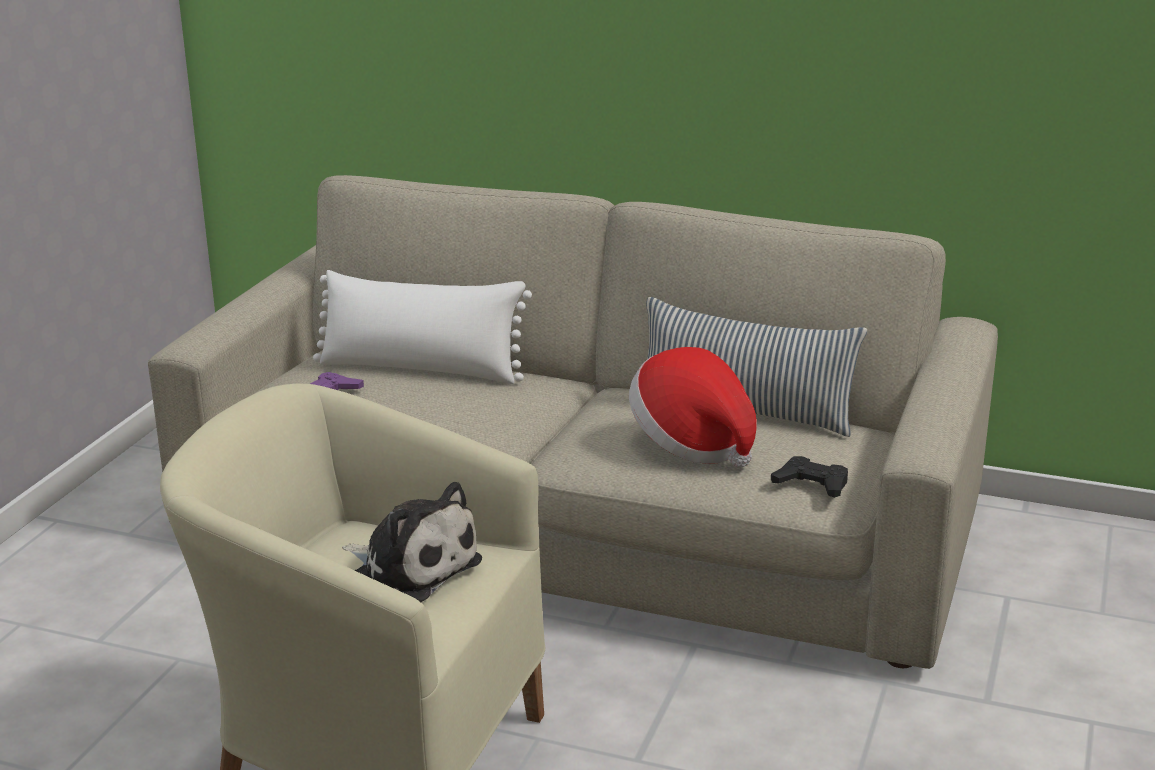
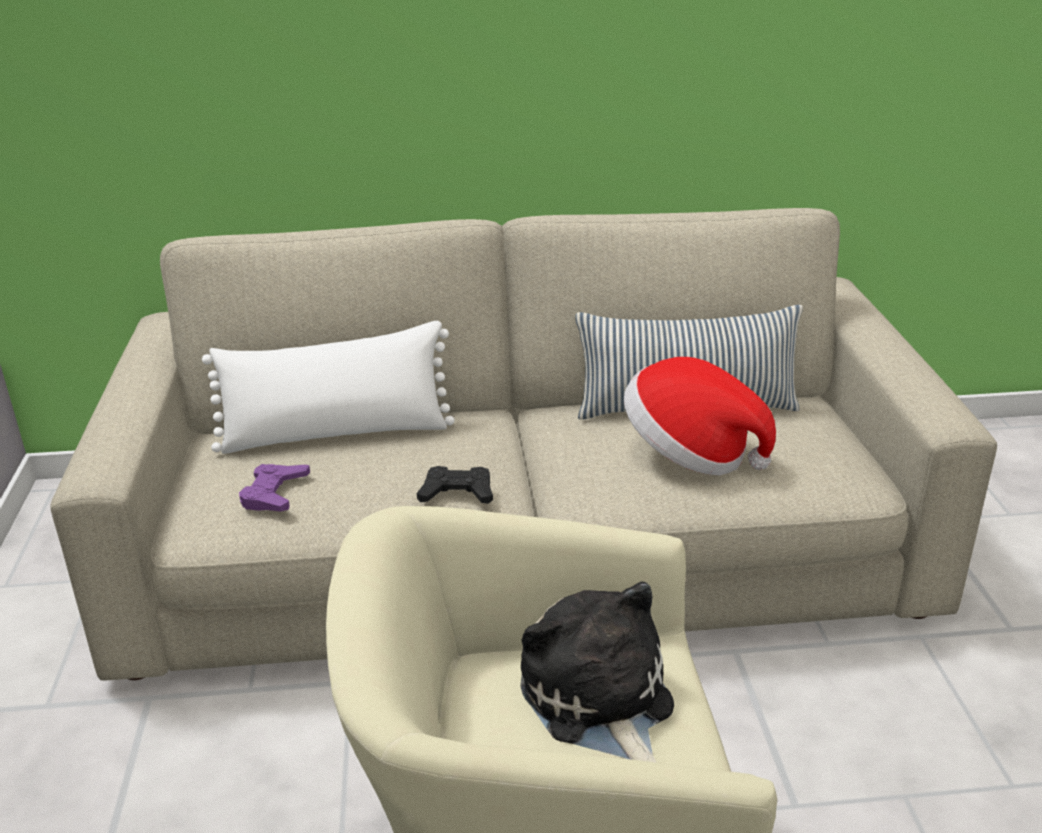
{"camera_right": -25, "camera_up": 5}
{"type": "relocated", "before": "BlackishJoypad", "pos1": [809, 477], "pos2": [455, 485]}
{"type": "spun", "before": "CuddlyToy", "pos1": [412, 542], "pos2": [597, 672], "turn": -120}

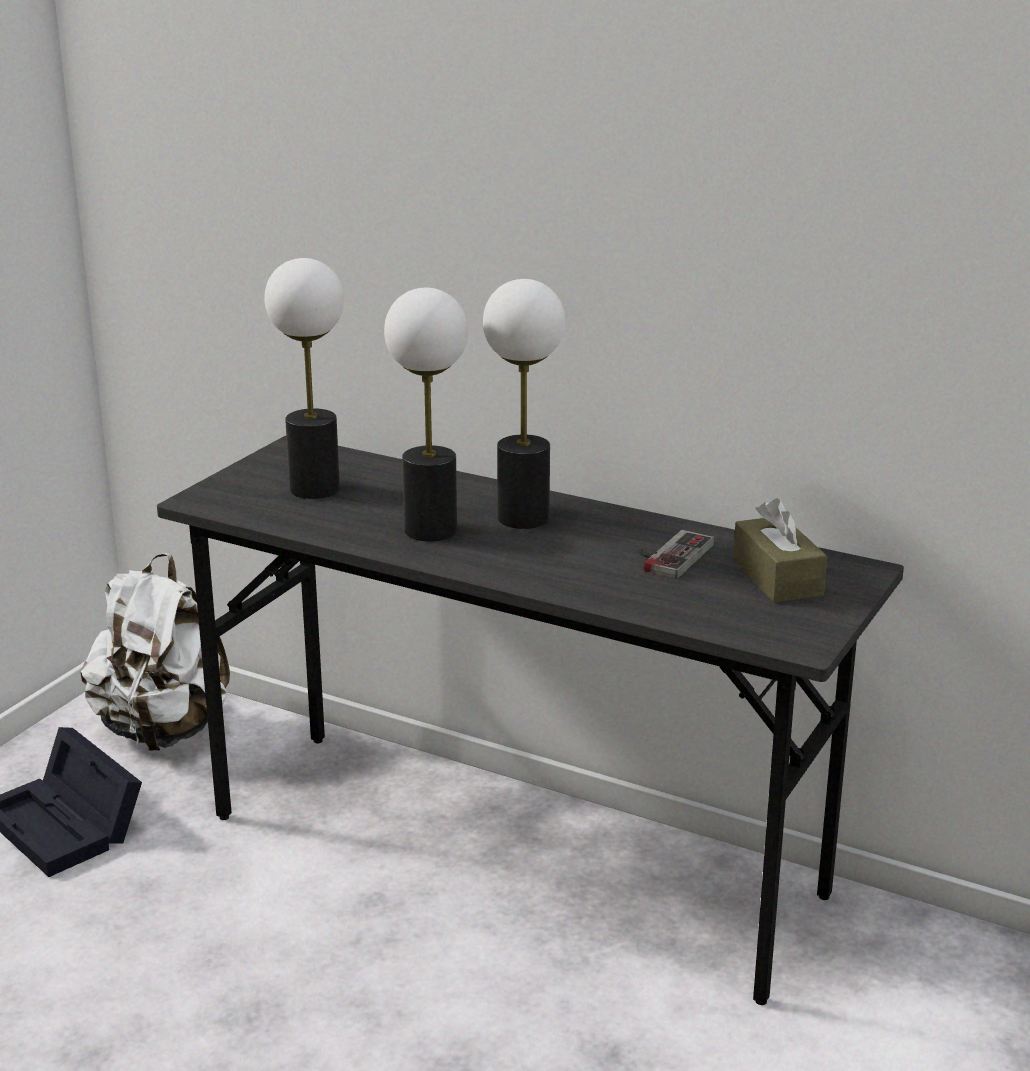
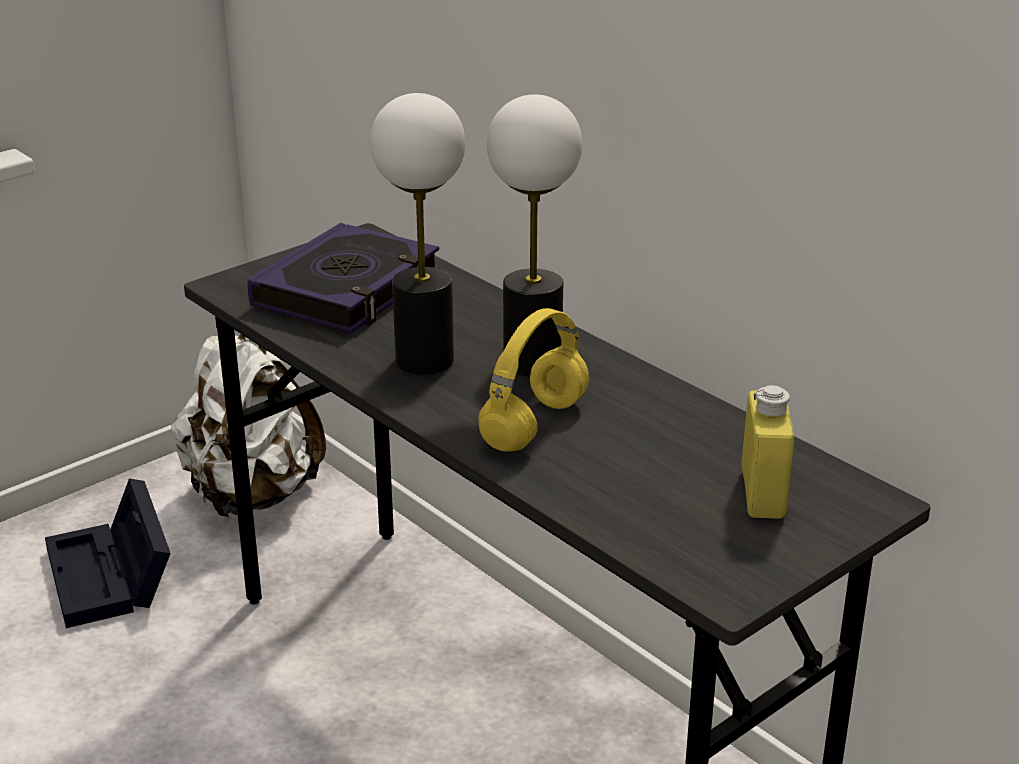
{"camera_right": 20, "camera_up": 5}
{"type": "exchanged", "before": "TabletopLamp", "after": "Book", "pos1": [304, 378], "pos2": [343, 278]}
{"type": "appeared", "after": "YellowHeadset", "pos2": [534, 380]}
{"type": "exchanged", "before": "BrownishTissueHolder", "after": "YellowBeverageBottle", "pos1": [780, 550], "pos2": [768, 452]}
{"type": "missing", "before": "Joypad", "pos1": [677, 554]}

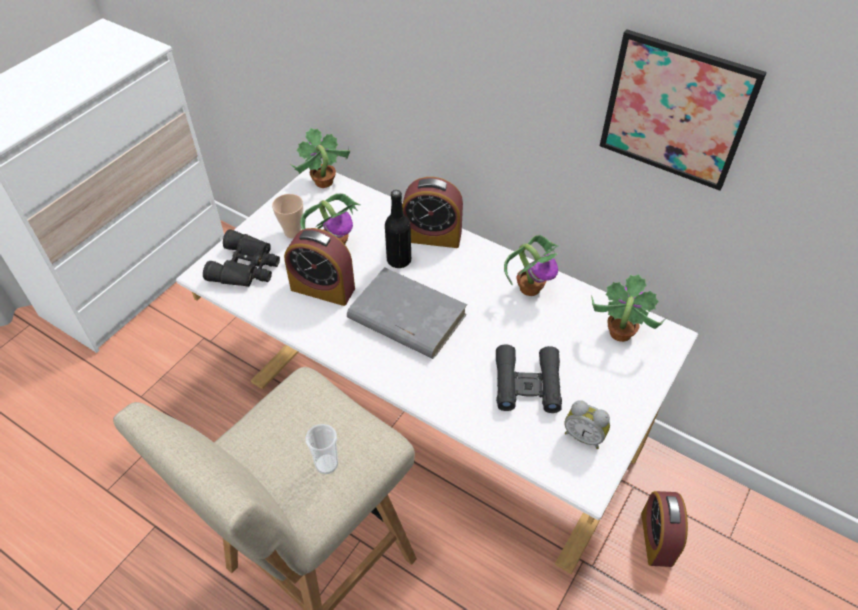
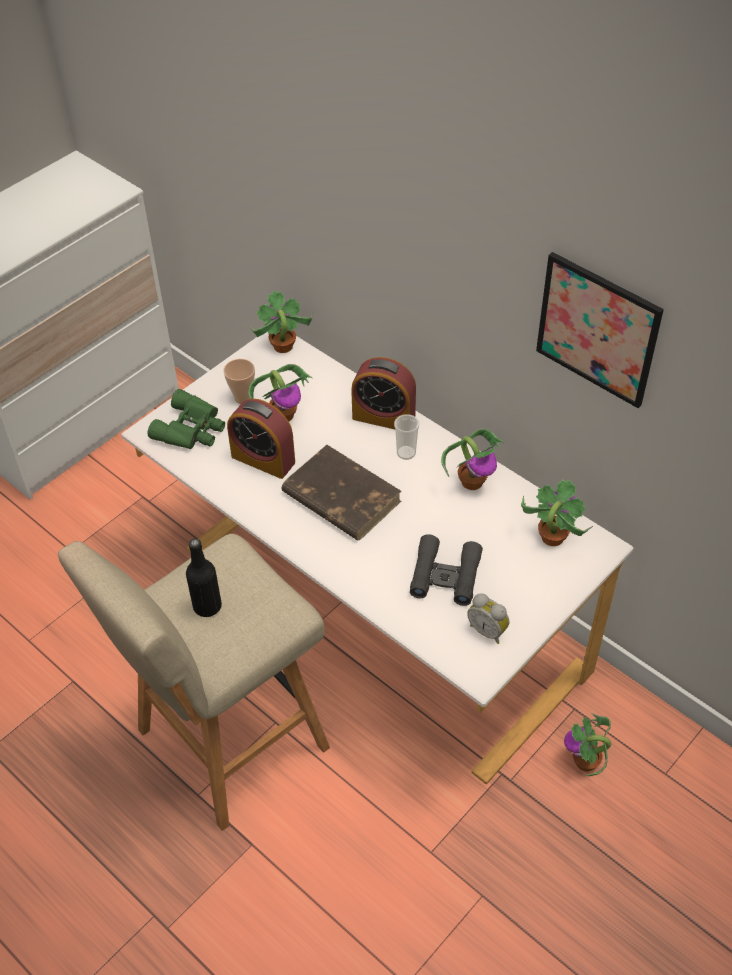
{"camera_right": 10, "camera_up": 0}
{"type": "colour", "before": "BlackishPairOfBinoculars", "after": "GreenColouredPairOfBinoculars", "pos1": [241, 258], "pos2": [186, 419]}
{"type": "relocated", "before": "BlackishBeverageBottle", "pos1": [398, 229], "pos2": [204, 578]}
{"type": "colour", "before": "GreyishBook", "after": "BrownishBook", "pos1": [407, 313], "pos2": [341, 492]}
{"type": "relocated", "before": "DrinkingCup", "pos1": [321, 449], "pos2": [406, 437]}
{"type": "exchanged", "before": "BedsideClock", "after": "PottedPlant", "pos1": [664, 529], "pos2": [587, 744]}

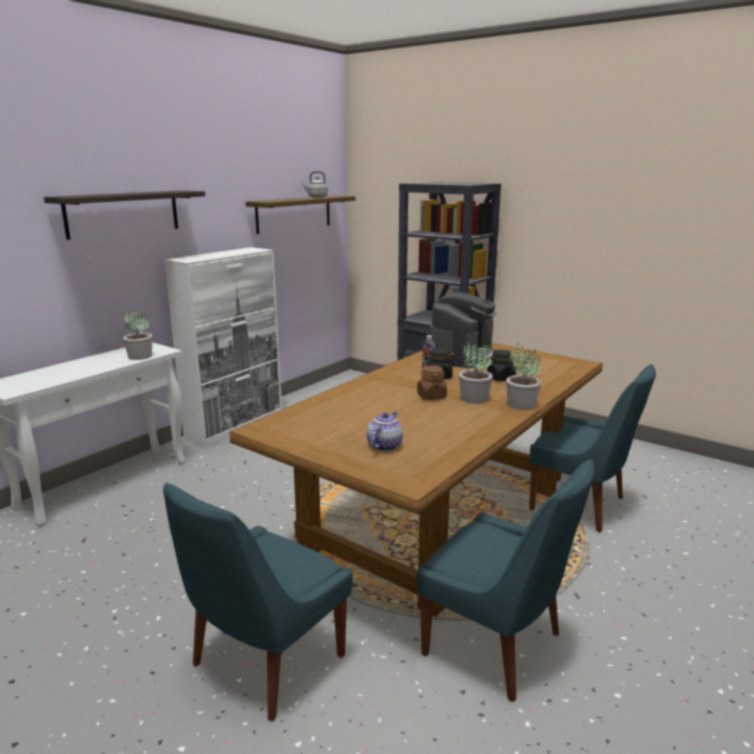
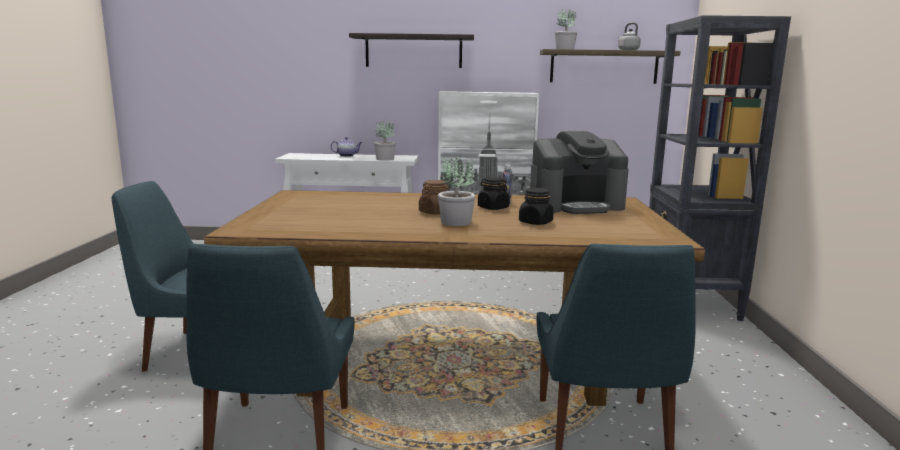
{"camera_right": 55, "camera_up": -5}
{"type": "relocated", "before": "PotForTea", "pos1": [384, 431], "pos2": [346, 147]}
{"type": "relocated", "before": "PottedPlant", "pos1": [524, 377], "pos2": [566, 29]}

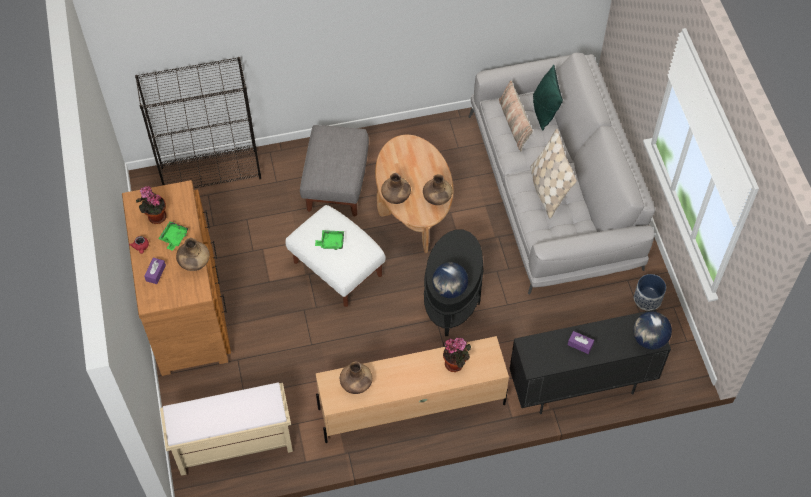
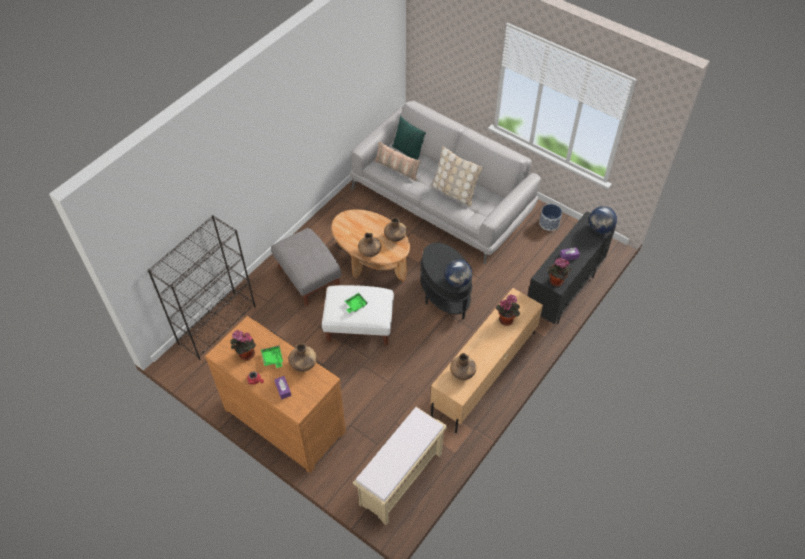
{"camera_right": -40, "camera_up": -5}
{"type": "appeared", "after": "PottedPlant", "pos2": [559, 272]}

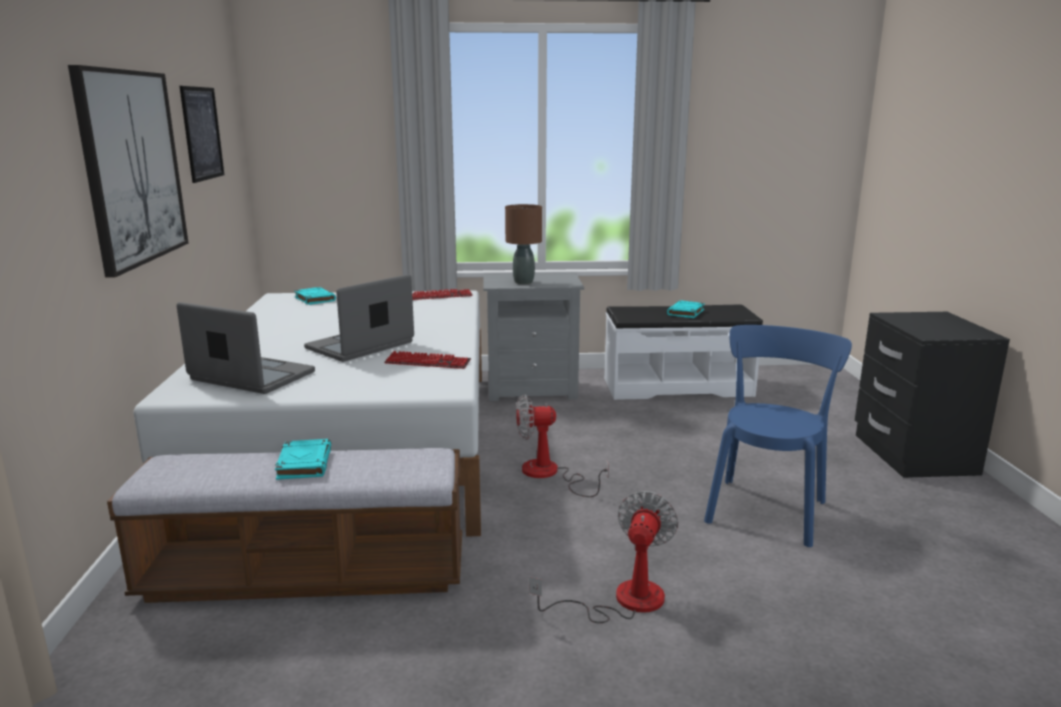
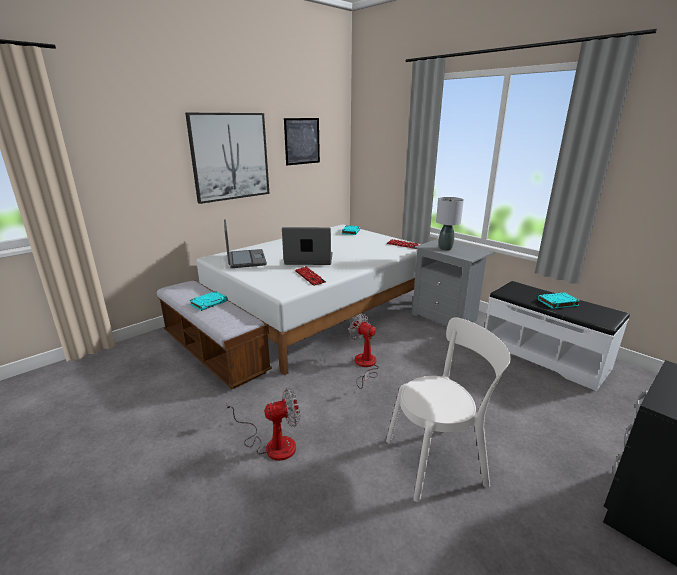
{"camera_right": 50, "camera_up": 5}
{"type": "colour", "before": "BlueColouredChair", "after": "WhiteChair", "pos1": [778, 436], "pos2": [448, 409]}
{"type": "colour", "before": "BrownishTabletopLamp", "after": "GreyishTabletopLamp", "pos1": [523, 244], "pos2": [450, 224]}

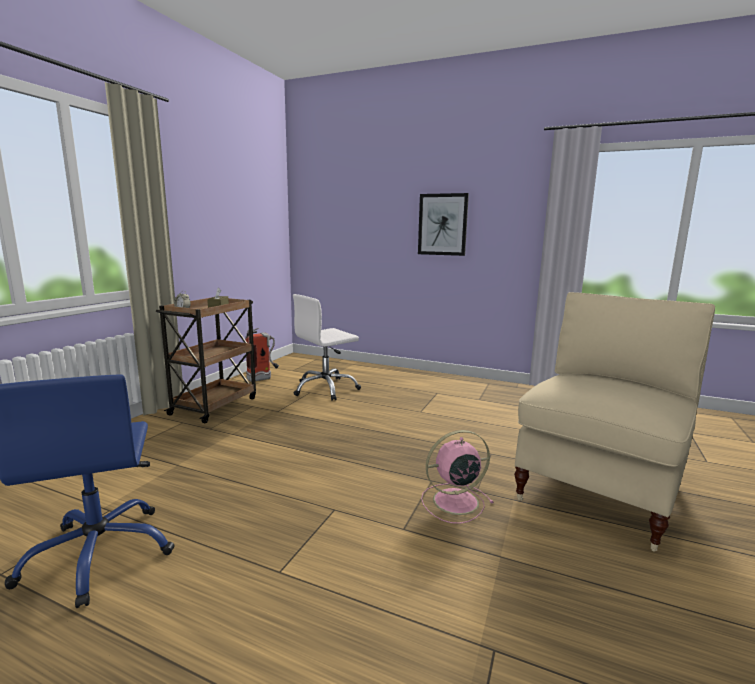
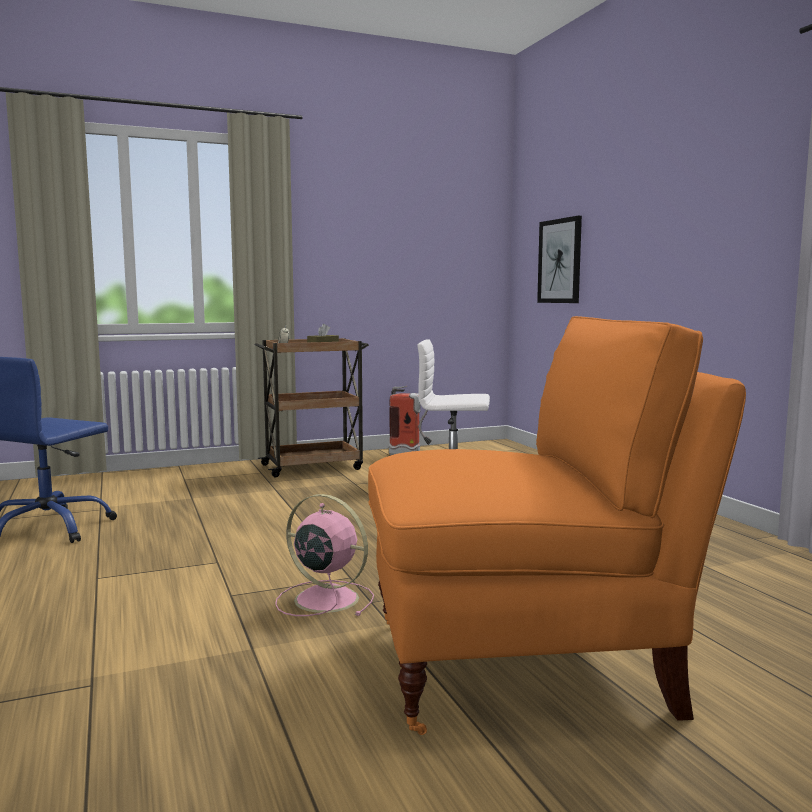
{"camera_right": 45, "camera_up": -5}
{"type": "colour", "before": "SandColouredChair", "after": "OrangeChair", "pos1": [614, 422], "pos2": [557, 525]}
{"type": "relocated", "before": "WallPicture", "pos1": [443, 224], "pos2": [559, 259]}

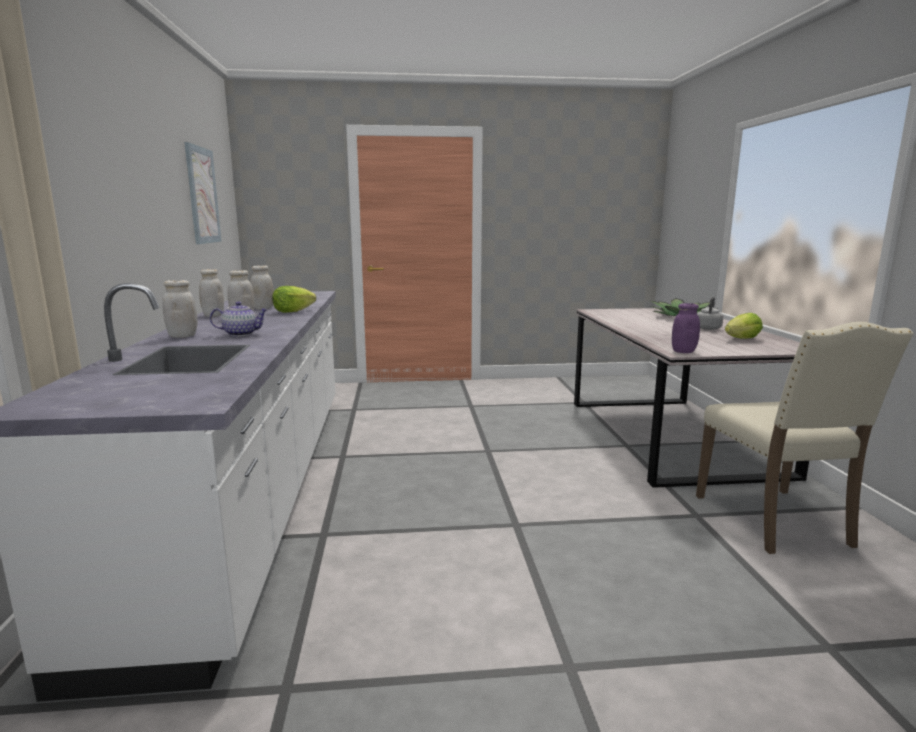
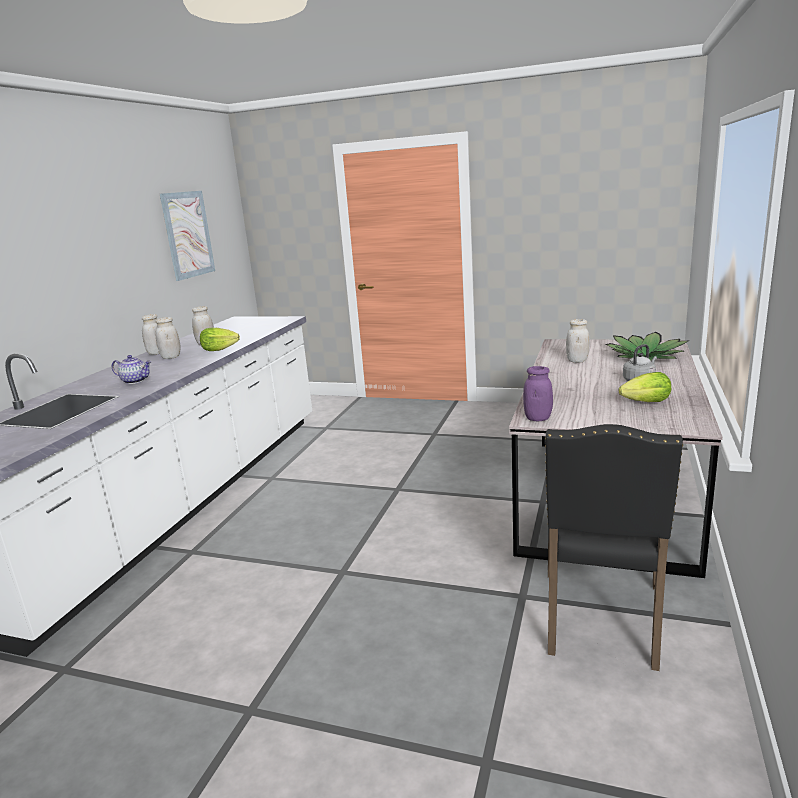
{"camera_right": 25, "camera_up": 5}
{"type": "colour", "before": "SandColouredChair", "after": "BlackishChair", "pos1": [805, 438], "pos2": [614, 547]}
{"type": "relocated", "before": "WhiteJar", "pos1": [179, 309], "pos2": [578, 341]}

